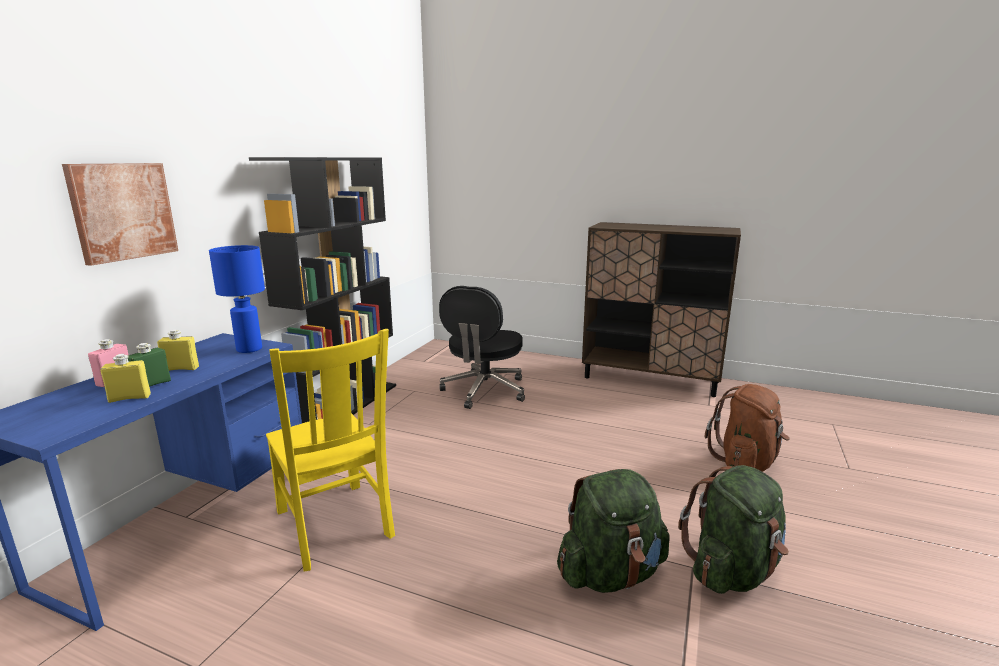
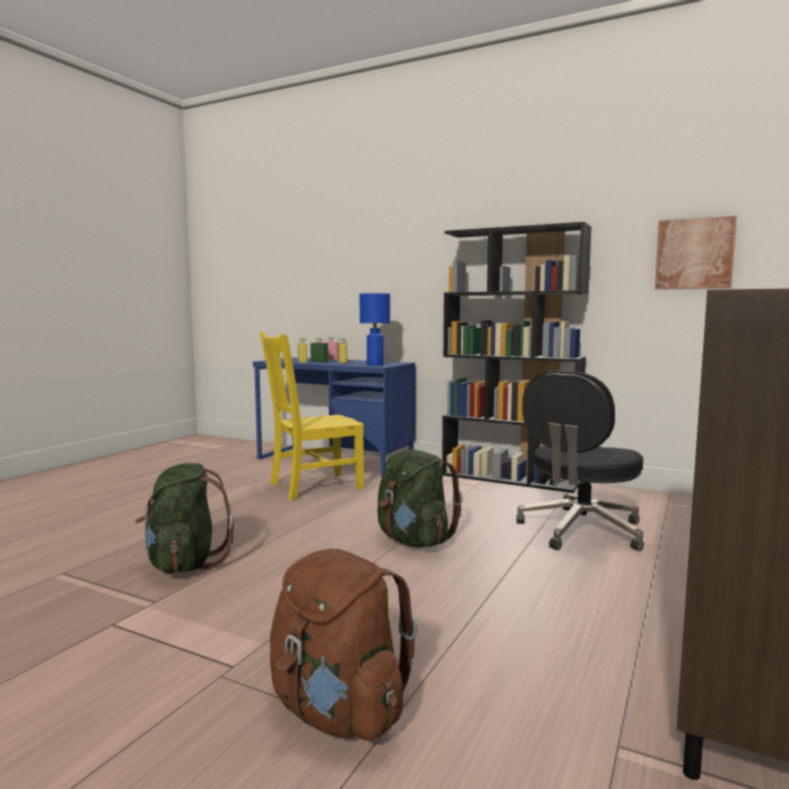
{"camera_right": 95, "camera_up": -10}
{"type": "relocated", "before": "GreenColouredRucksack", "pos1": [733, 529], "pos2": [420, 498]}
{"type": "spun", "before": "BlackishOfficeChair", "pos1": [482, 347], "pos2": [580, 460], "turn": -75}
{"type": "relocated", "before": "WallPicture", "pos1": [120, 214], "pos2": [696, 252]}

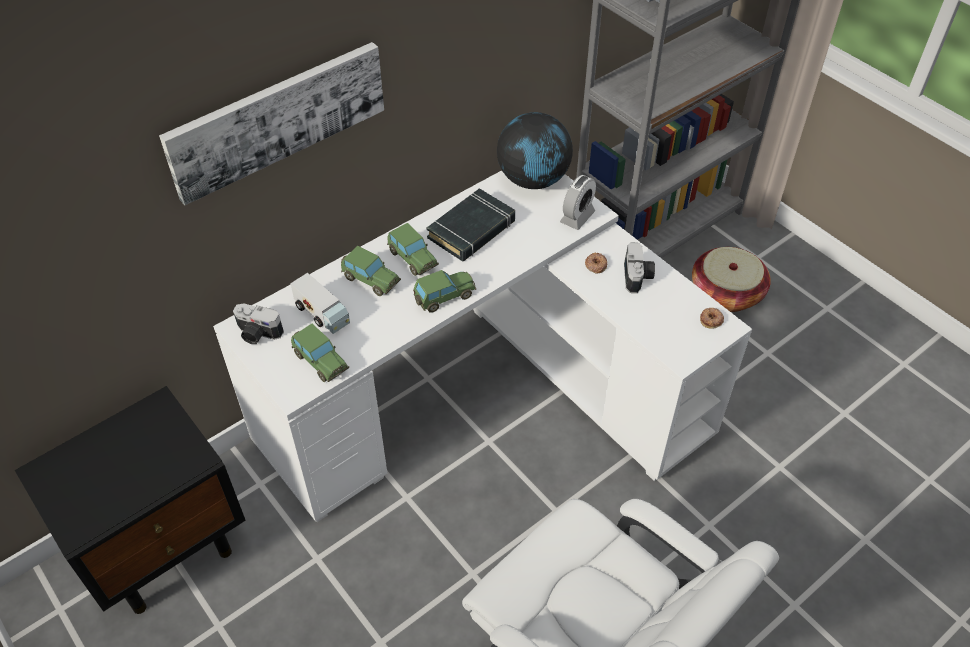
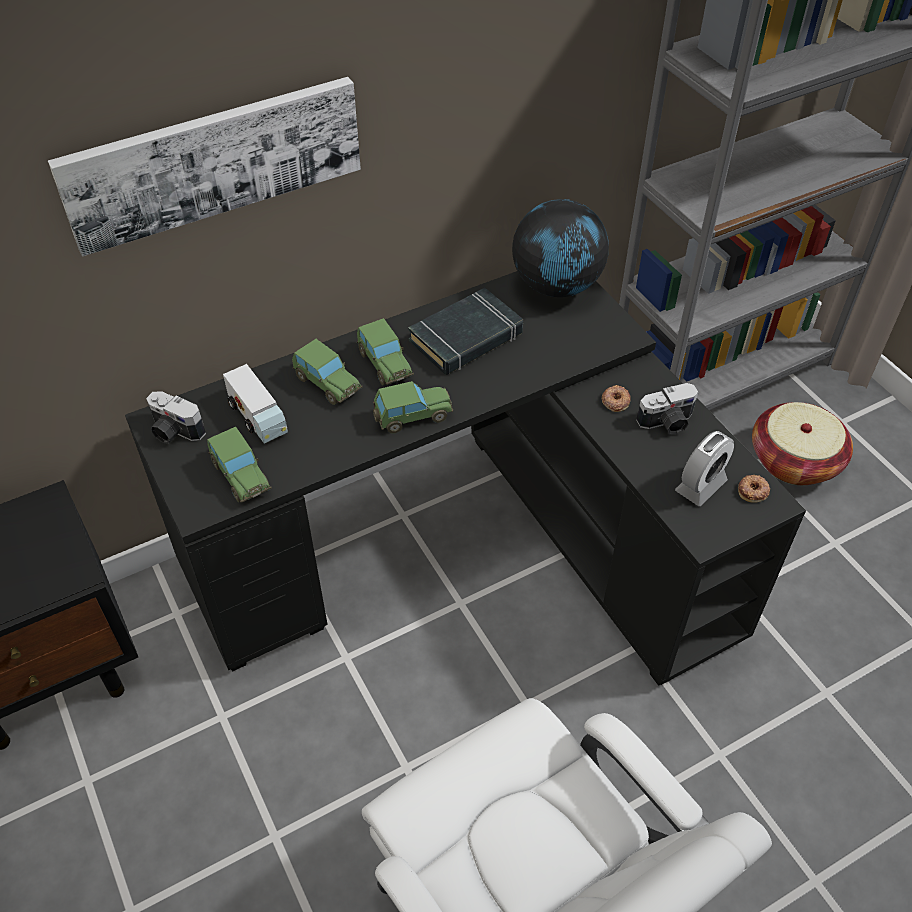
{"camera_right": 10, "camera_up": 0}
{"type": "colour", "before": "WhiteDesk", "after": "BlackishDesk", "pos1": [482, 346], "pos2": [465, 478]}
{"type": "spun", "before": "PhotoCamera", "pos1": [639, 267], "pos2": [667, 409], "turn": 60}
{"type": "relocated", "before": "BedsideClock", "pos1": [578, 202], "pos2": [704, 468]}

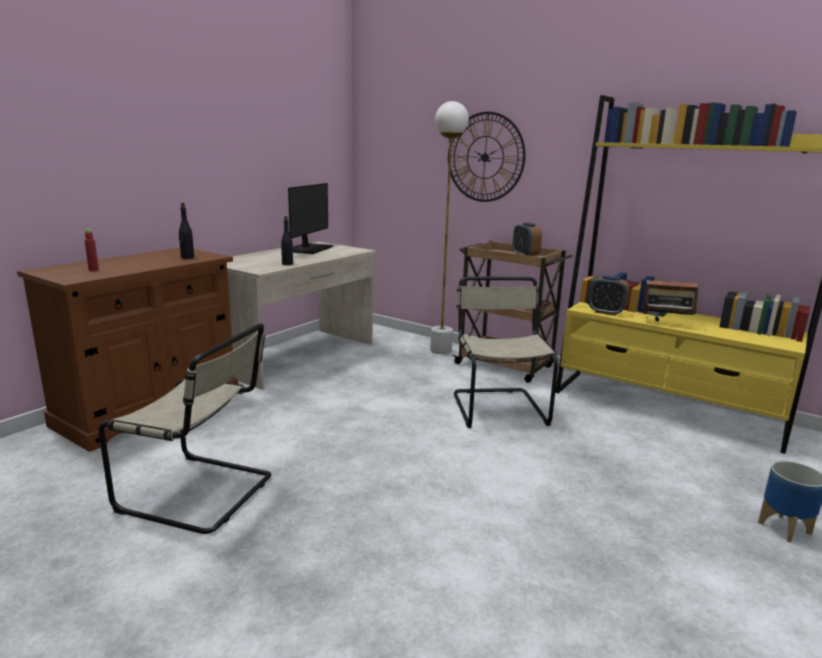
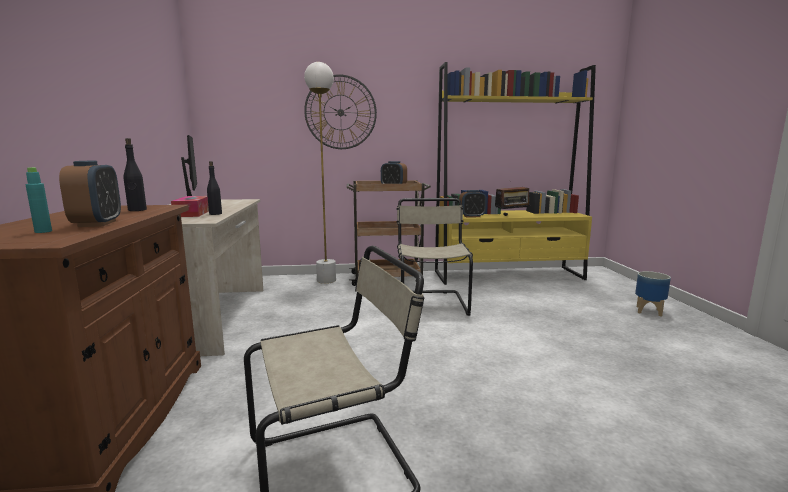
{"camera_right": -40, "camera_up": -5}
{"type": "colour", "before": "RedBeverageBottle", "after": "BlueGreenBeverageBottle", "pos1": [92, 250], "pos2": [38, 200]}
{"type": "appeared", "after": "BedsideClock", "pos2": [90, 194]}
{"type": "appeared", "after": "TissueHolder", "pos2": [190, 206]}
{"type": "spun", "before": "SandColouredChair", "pos1": [506, 352], "pos2": [434, 257], "turn": 45}

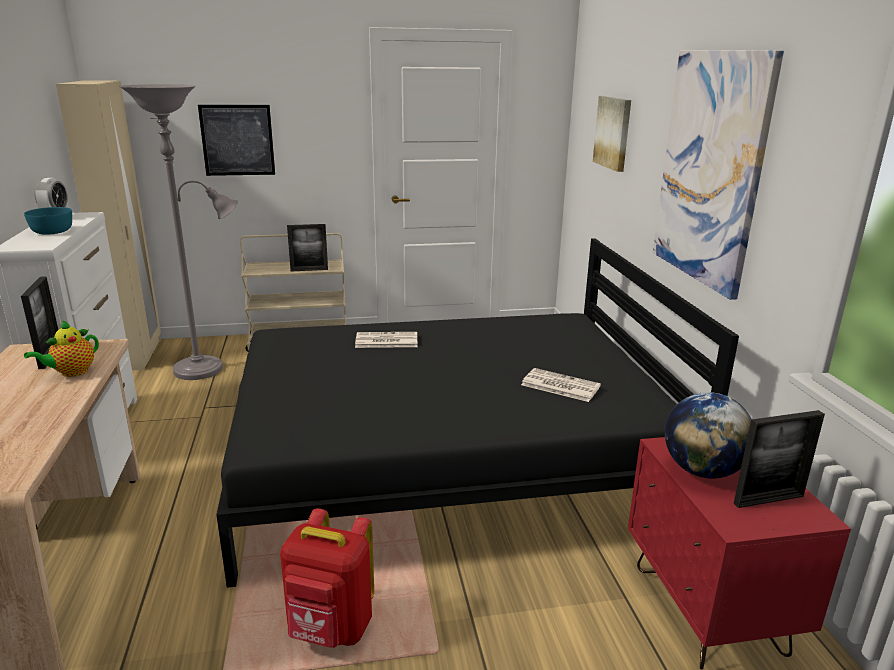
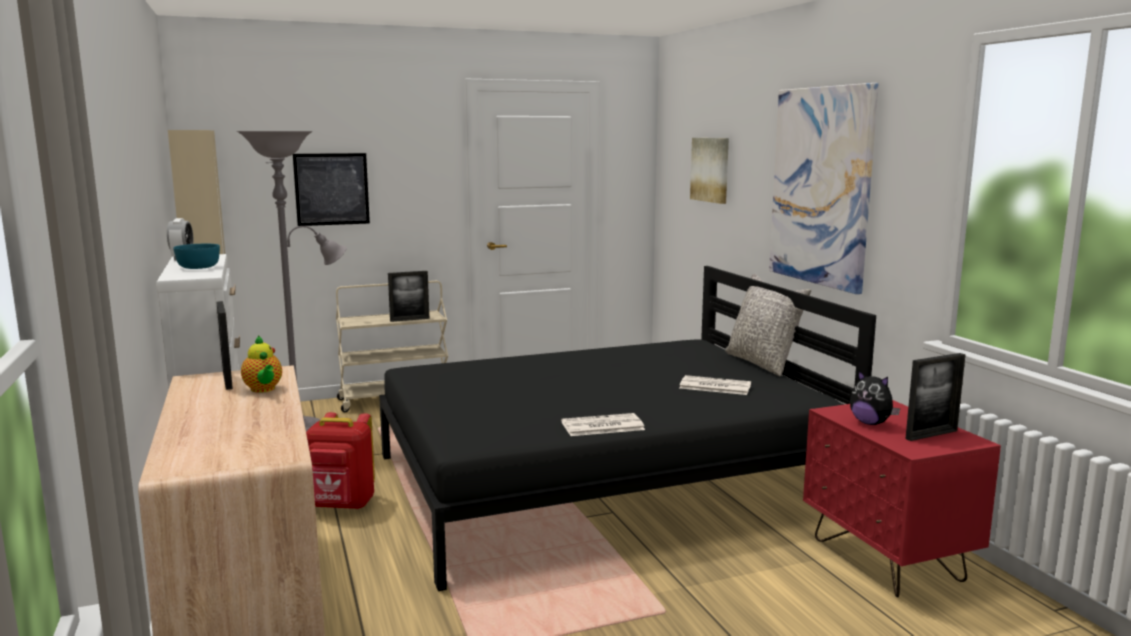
{"camera_right": -10, "camera_up": -10}
{"type": "spun", "before": "PotForTea", "pos1": [61, 348], "pos2": [261, 364], "turn": -60}
{"type": "relocated", "before": "RedRucksack", "pos1": [327, 578], "pos2": [340, 460]}
{"type": "relocated", "before": "Newspaper", "pos1": [386, 340], "pos2": [603, 424]}
{"type": "appeared", "after": "GreyishPillow", "pos2": [768, 325]}
{"type": "exchanged", "before": "WorldGlobe", "after": "CuddlyToy", "pos1": [708, 435], "pos2": [875, 397]}

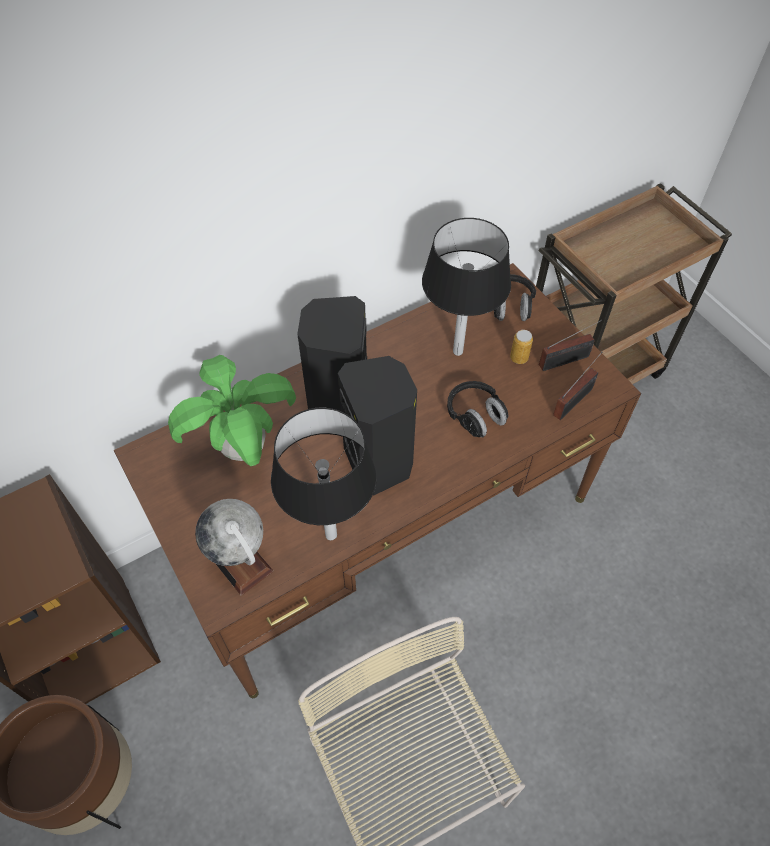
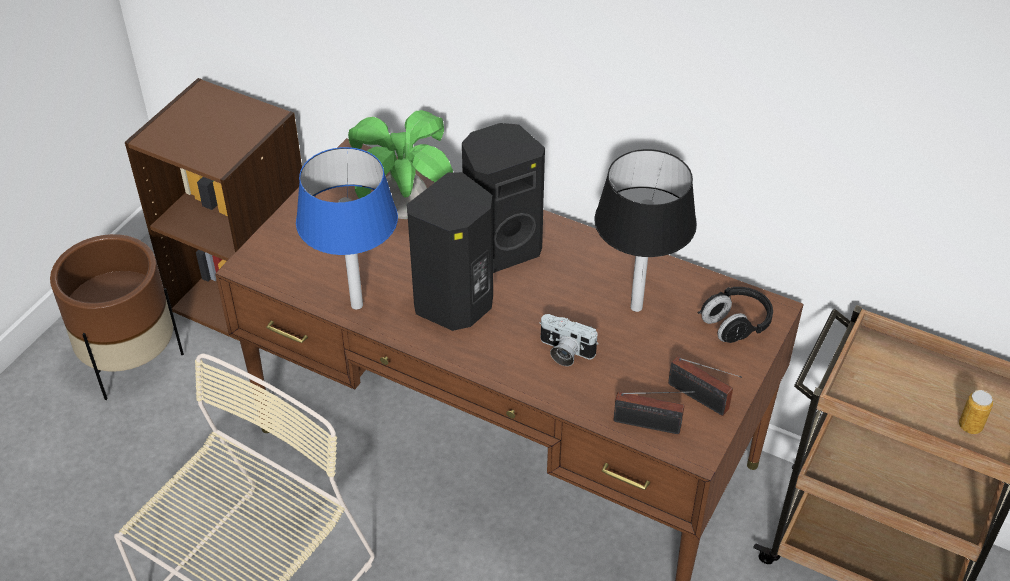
{"camera_right": 60, "camera_up": -10}
{"type": "colour", "before": "BlackishTabletopLamp", "after": "BlueColouredTabletopLamp", "pos1": [324, 474], "pos2": [347, 228]}
{"type": "exchanged", "before": "BlackishHeadset", "after": "PhotoCamera", "pos1": [477, 409], "pos2": [569, 340]}
{"type": "relocated", "before": "Can", "pos1": [521, 347], "pos2": [976, 412]}
{"type": "missing", "before": "WorldGlobe", "pos1": [234, 547]}

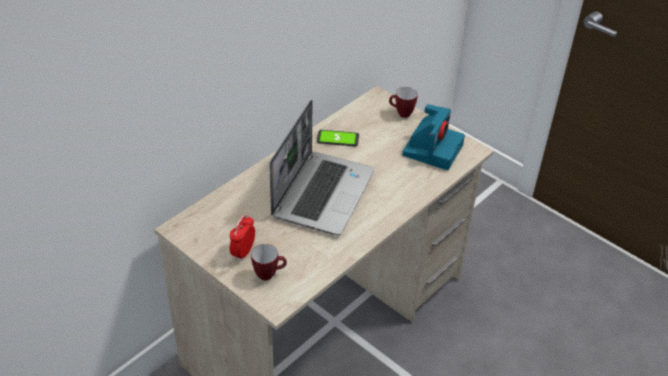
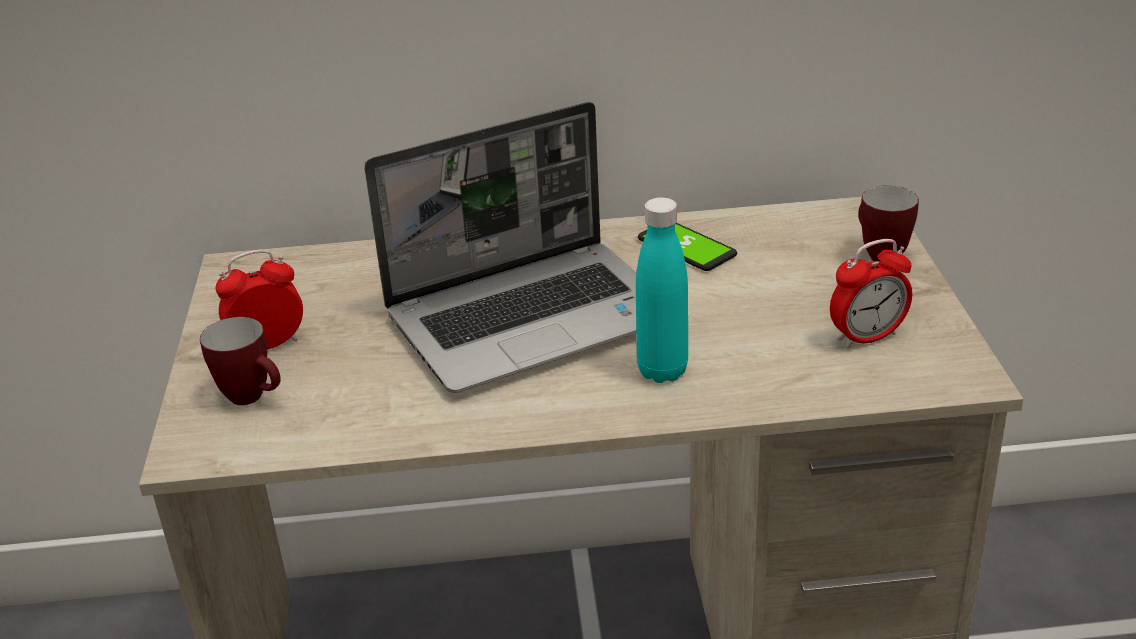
{"camera_right": 45, "camera_up": -10}
{"type": "appeared", "after": "BlueGreenBeverageBottle", "pos2": [662, 290]}
{"type": "exchanged", "before": "PhotoCamera", "after": "BedsideClock", "pos1": [433, 137], "pos2": [871, 294]}

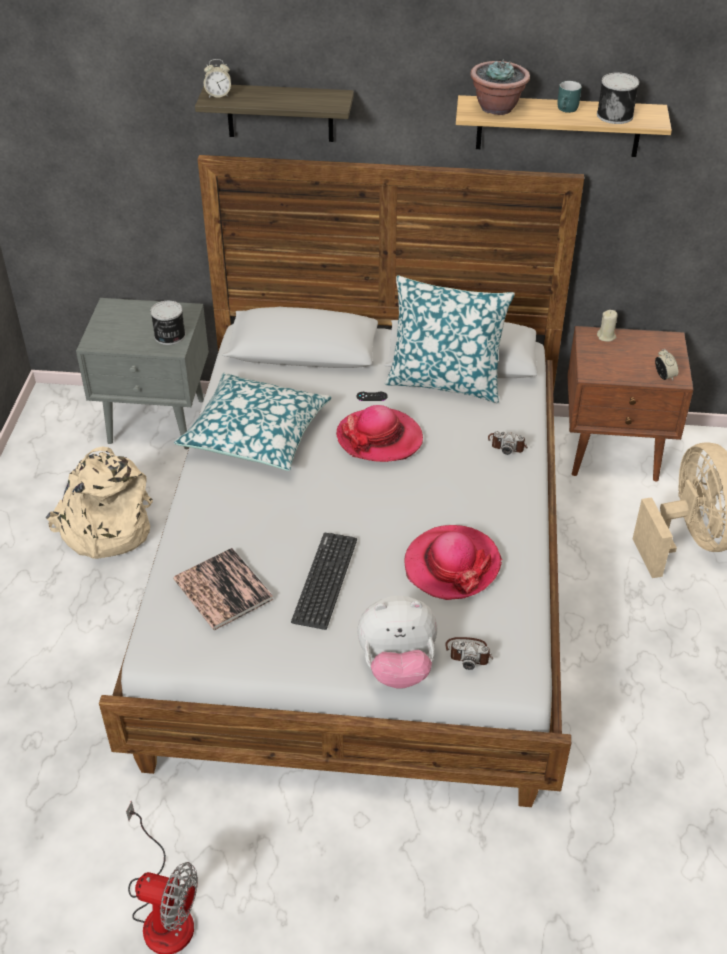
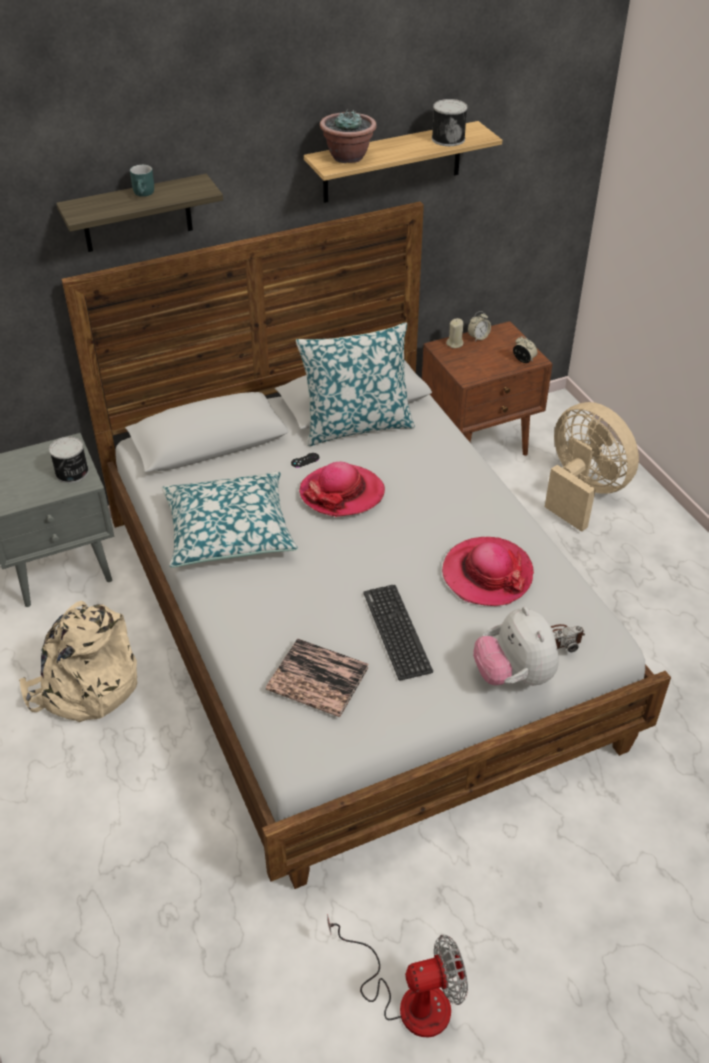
{"camera_right": -30, "camera_up": 0}
{"type": "relocated", "before": "BlueGreenMug", "pos1": [569, 97], "pos2": [142, 181]}
{"type": "relocated", "before": "BedsideClock", "pos1": [217, 78], "pos2": [479, 326]}
{"type": "spun", "before": "CuddlyToy", "pos1": [397, 642], "pos2": [516, 646], "turn": 105}
{"type": "missing", "before": "PhotoCamera", "pos1": [508, 443]}

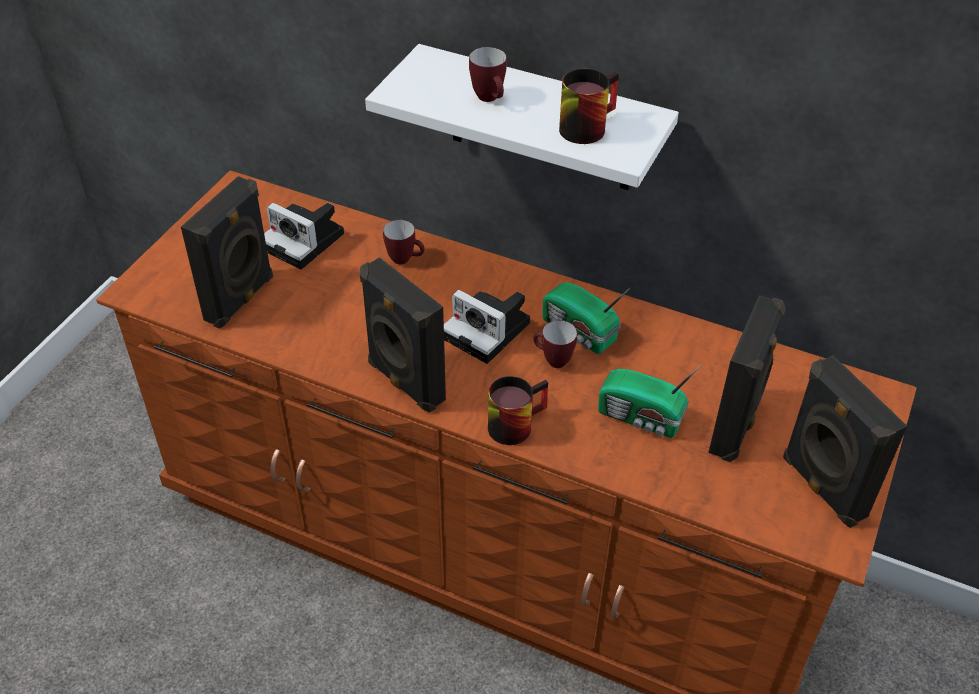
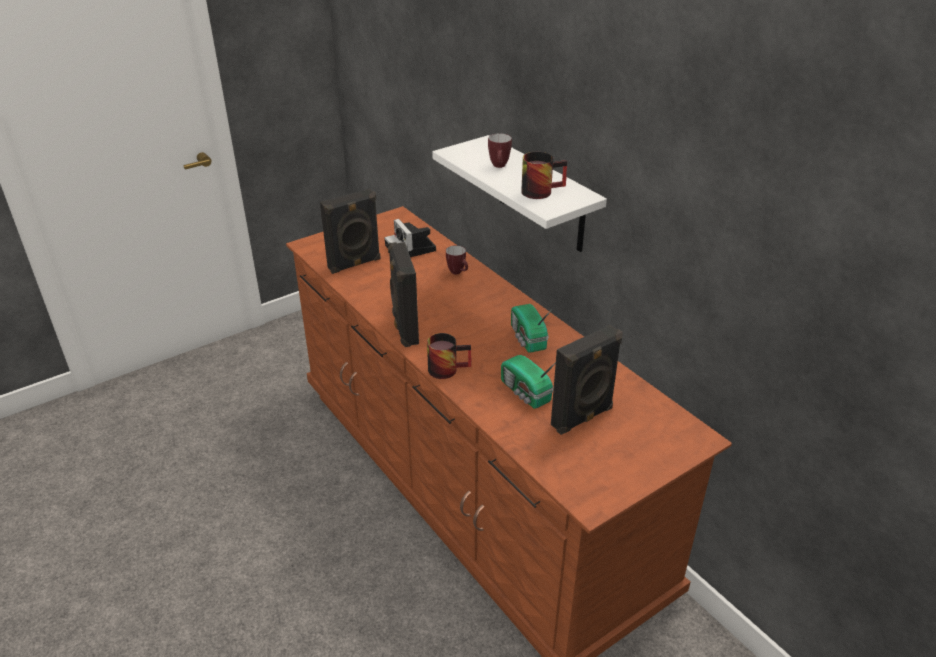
{"camera_right": 30, "camera_up": -10}
{"type": "missing", "before": "PhotoCamera", "pos1": [487, 327]}
{"type": "missing", "before": "Mug", "pos1": [555, 344]}
{"type": "missing", "before": "BlackishSpeaker", "pos1": [845, 441]}

